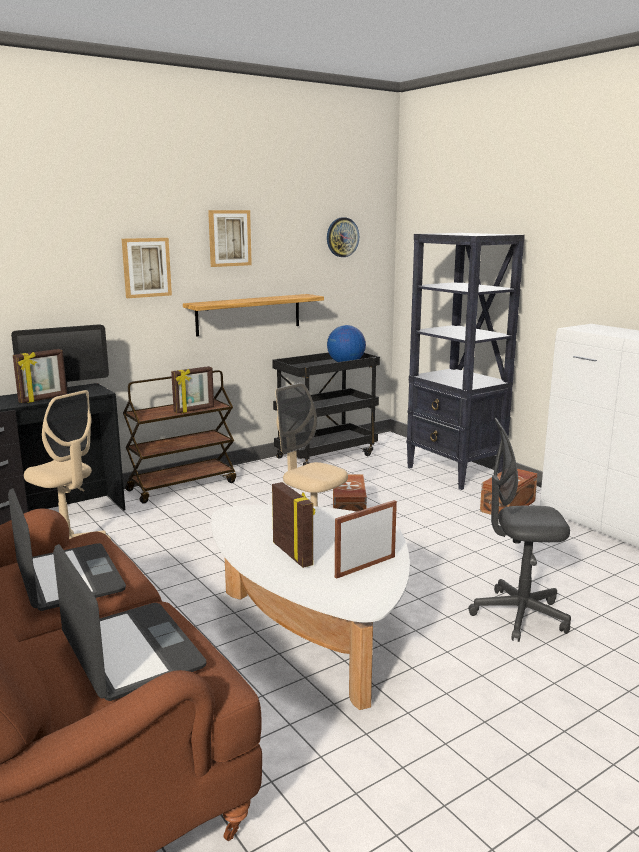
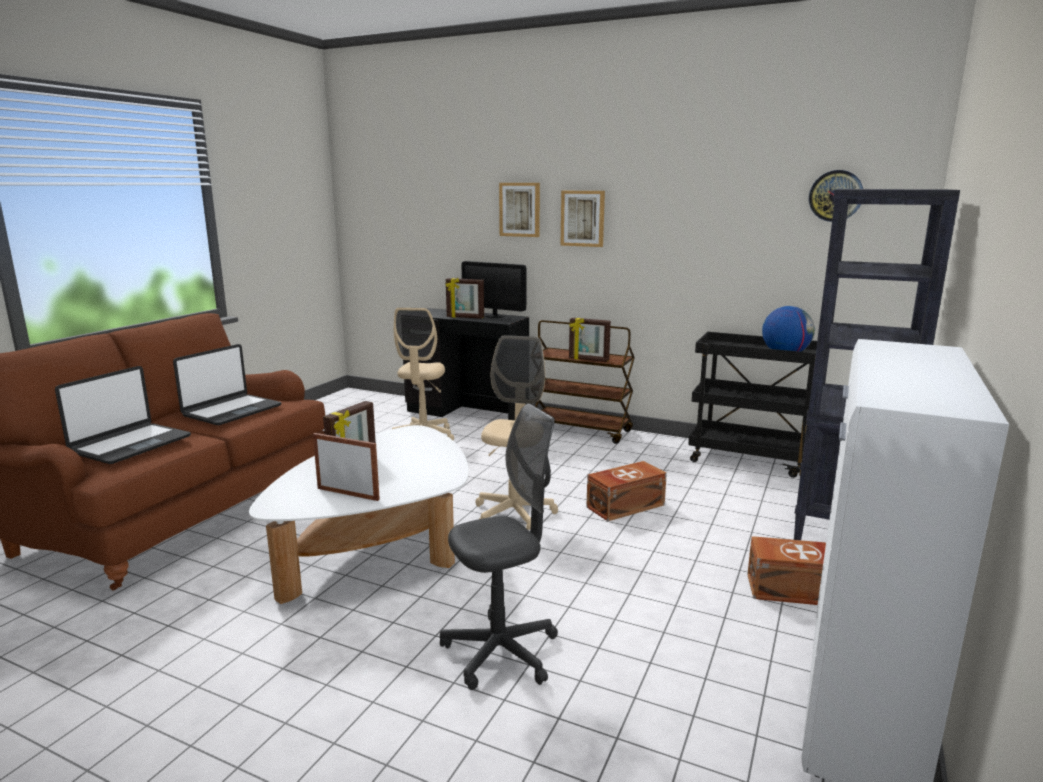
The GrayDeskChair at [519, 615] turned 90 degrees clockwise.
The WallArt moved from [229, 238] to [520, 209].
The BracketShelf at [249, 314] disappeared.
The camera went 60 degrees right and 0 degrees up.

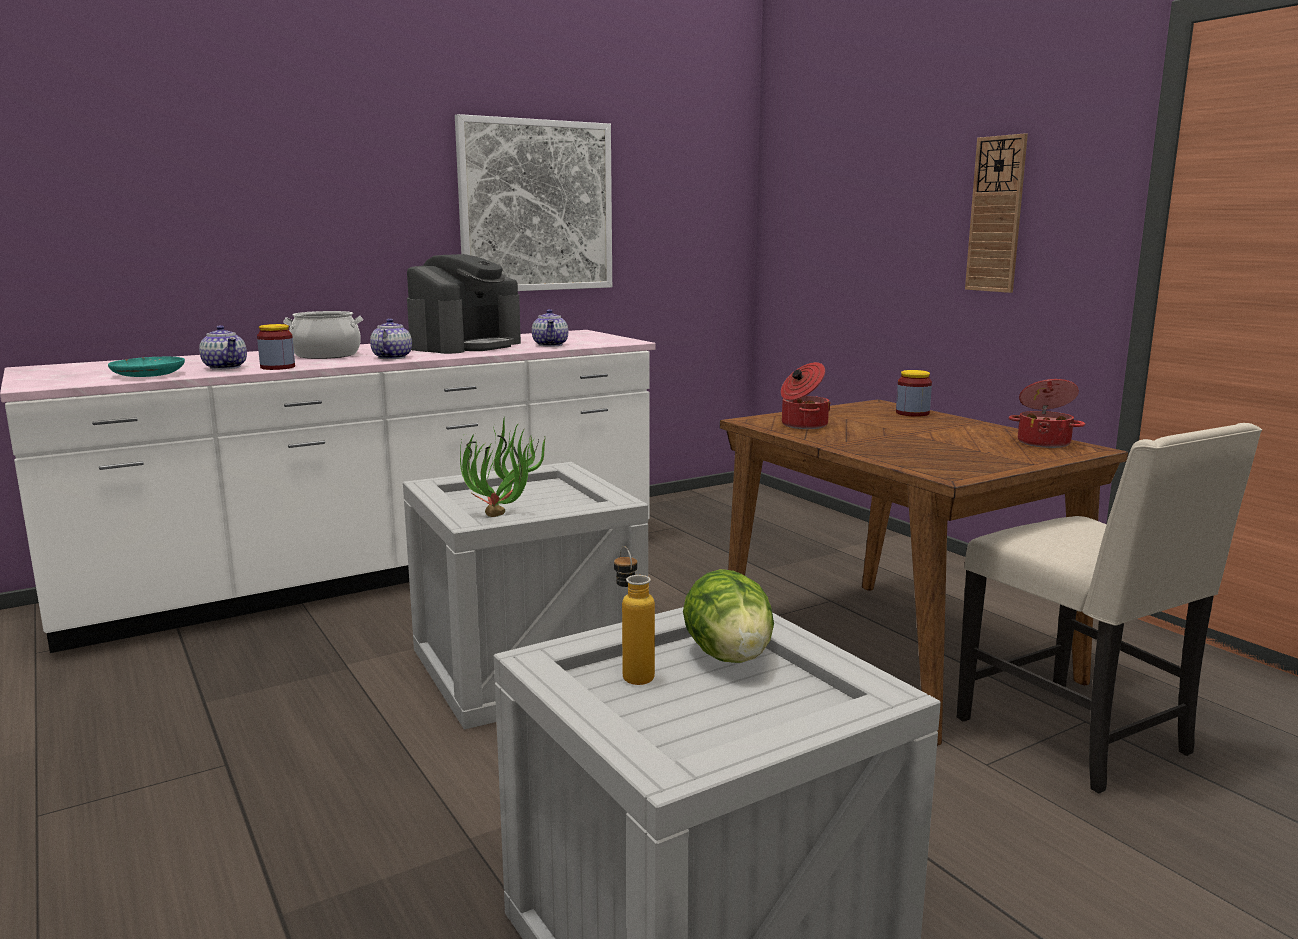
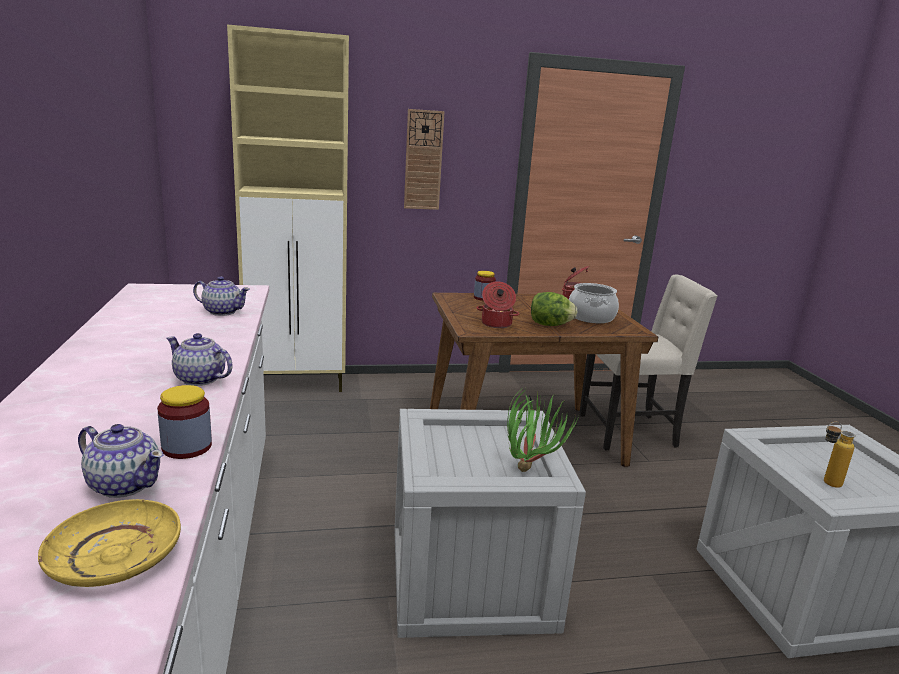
The TurquoiseDinnerPlate at [148, 375] became the YellowColouredDinnerPlate at [116, 556].
The TeaPot at [225, 367] turned 45 degrees clockwise.
The BeigeStorageCabinet at [297, 385] appeared.
The HeadOfLettuce moved from [729, 657] to [550, 325].
The Stockpot moved from [326, 355] to [591, 317].
The CoffeeBrewer at [466, 346] disappeared.
The WallArt at [536, 206] disappeared.
The camera went 70 degrees left and 5 degrees up.

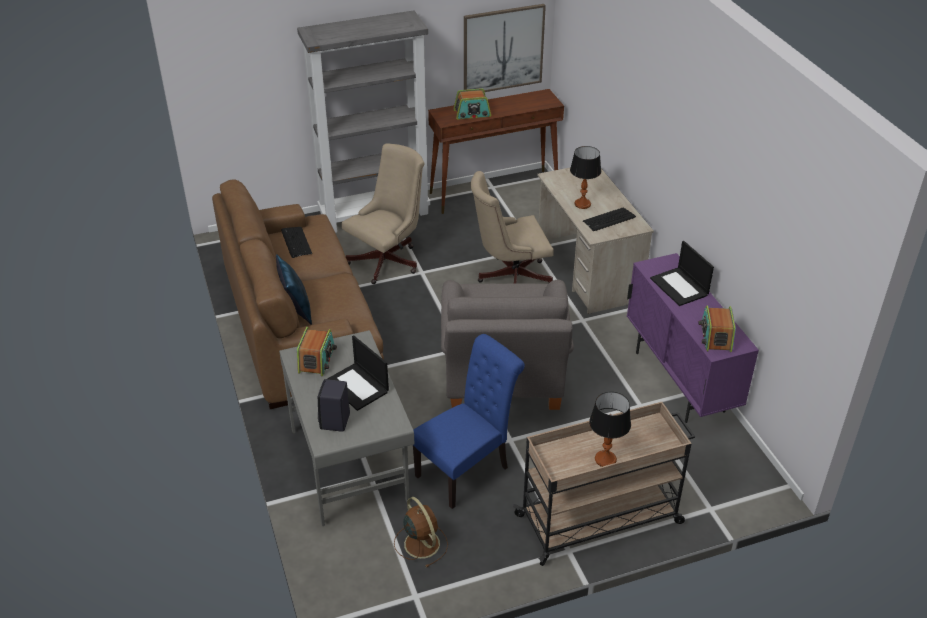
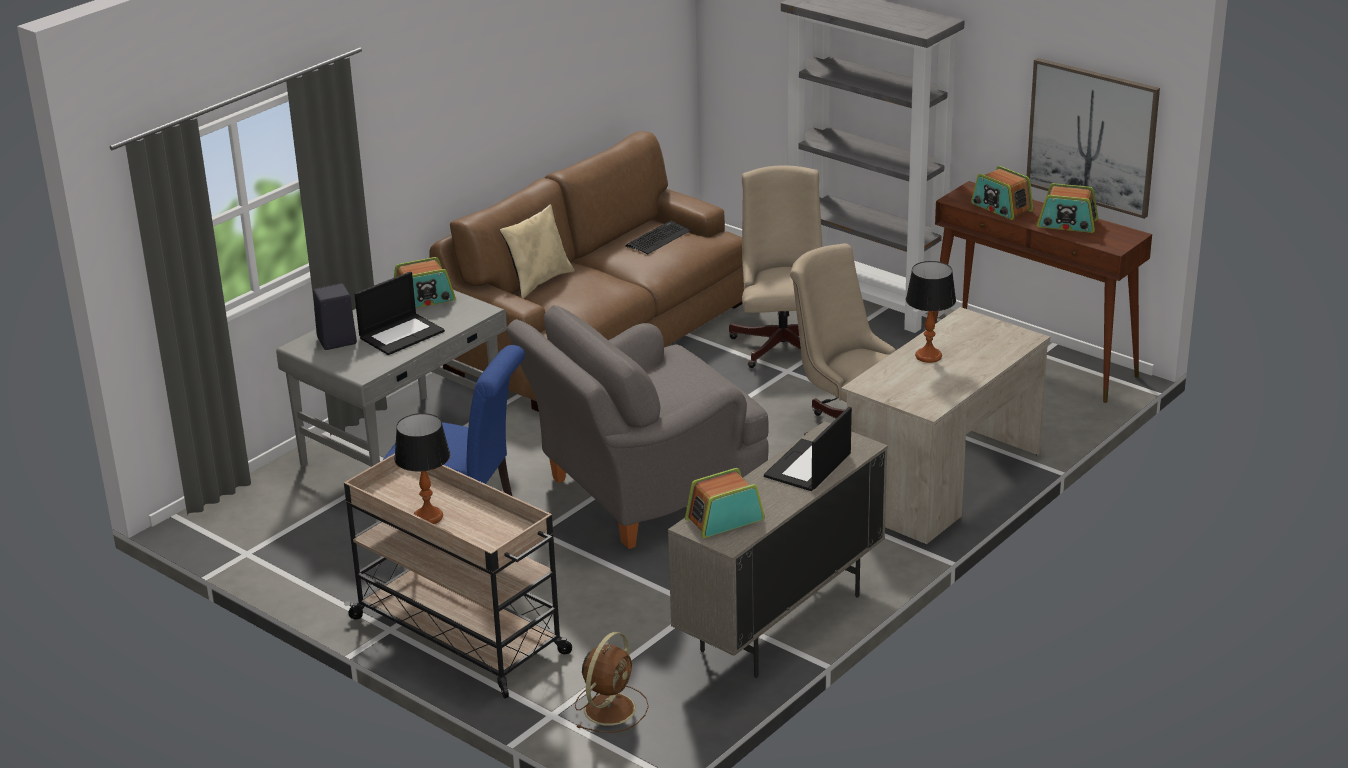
The Laptop at [357, 387] turned 150 degrees counterclockwise.
The BlueCushion at [296, 309] became the BeigeCushion at [539, 281].
The BrownCoolingFan moved from [421, 542] to [611, 707].
The PurplishStorageCabinet at [679, 382] became the BeigeStorageCabinet at [780, 624].
The BeigeDeskChair at [388, 260] turned 105 degrees counterclockwise.
The Radio at [1067, 224] appeared.
The Keyboard at [609, 220] disappeared.
The camera went 60 degrees right and 10 degrees down.

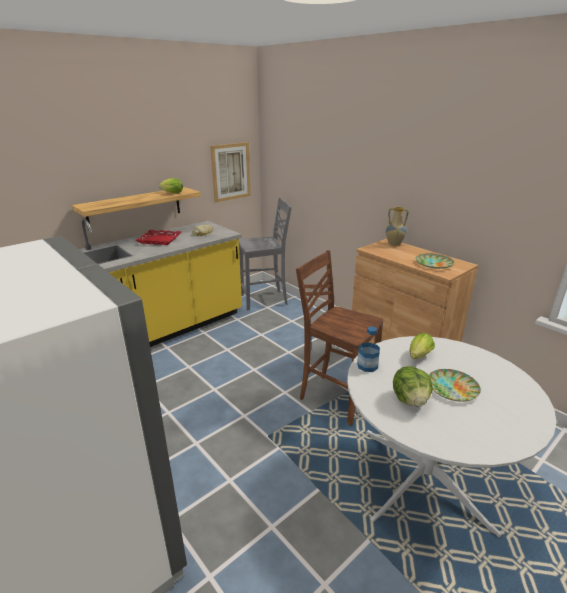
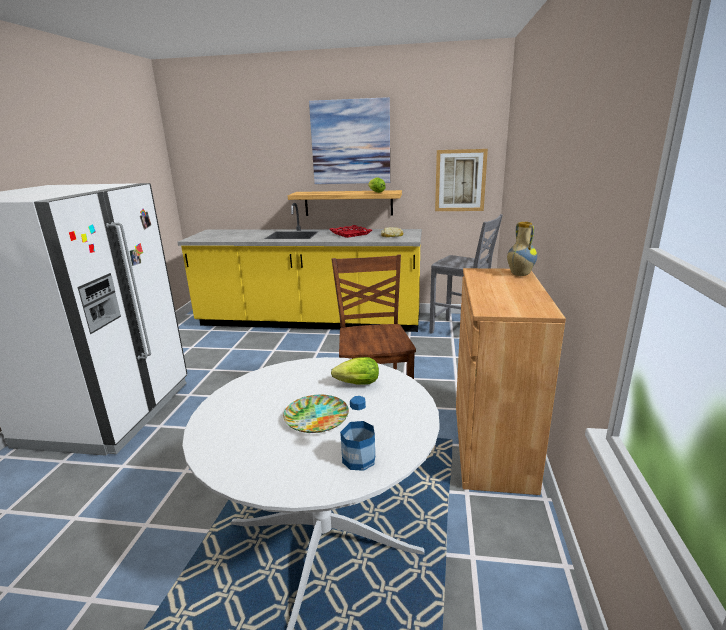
The WallArt at [350, 142] appeared.
The Bottle moved from [367, 365] to [359, 459].
The HeadOfLettuce at [410, 400] disappeared.
The DinnerPlate at [433, 263] disappeared.
The camera went 50 degrees right and 5 degrees down.

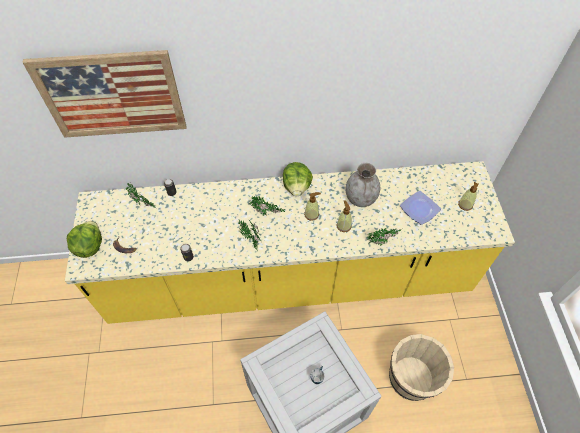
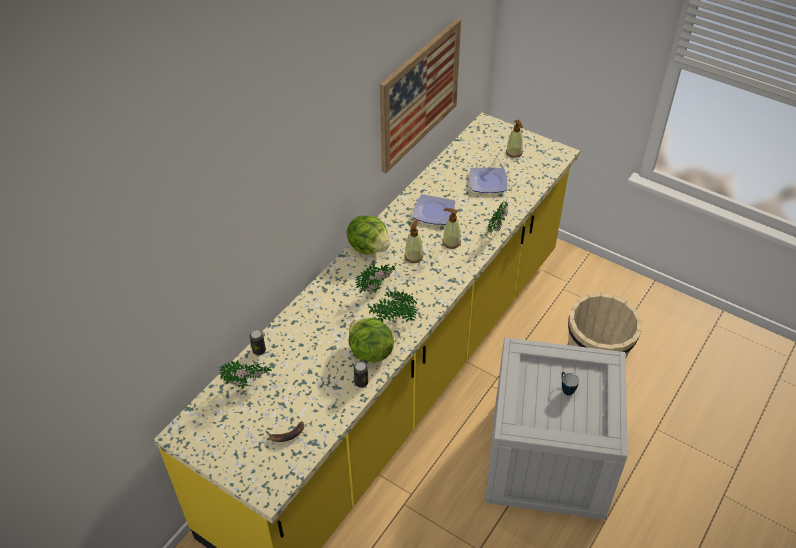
The HeadOfLettuce moved from [89, 246] to [370, 352].
The WallArt moved from [112, 95] to [419, 95].
The GrayDecorativeVase at [361, 199] was replaced by the DinnerPlate at [434, 212].
The camera went 50 degrees left and 10 degrees down.

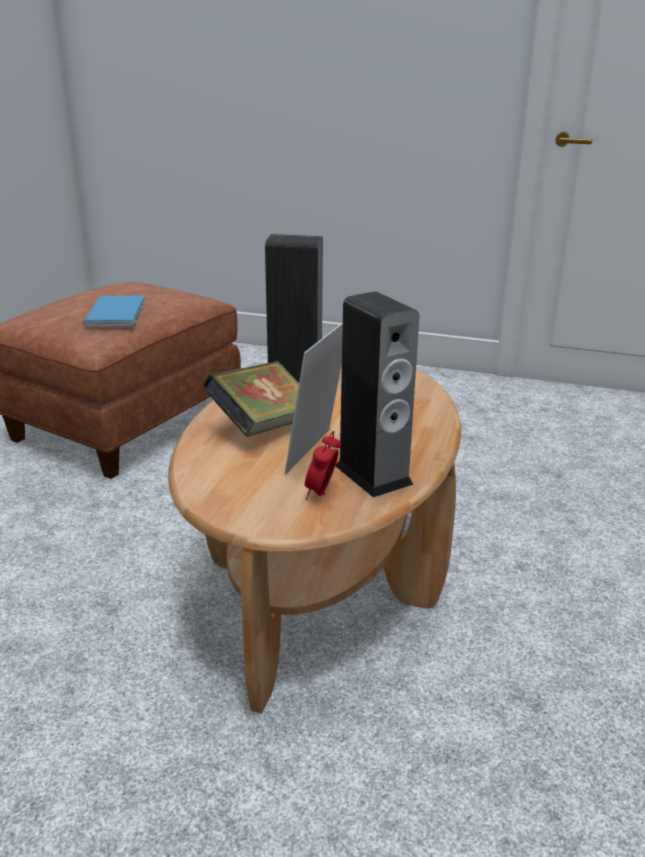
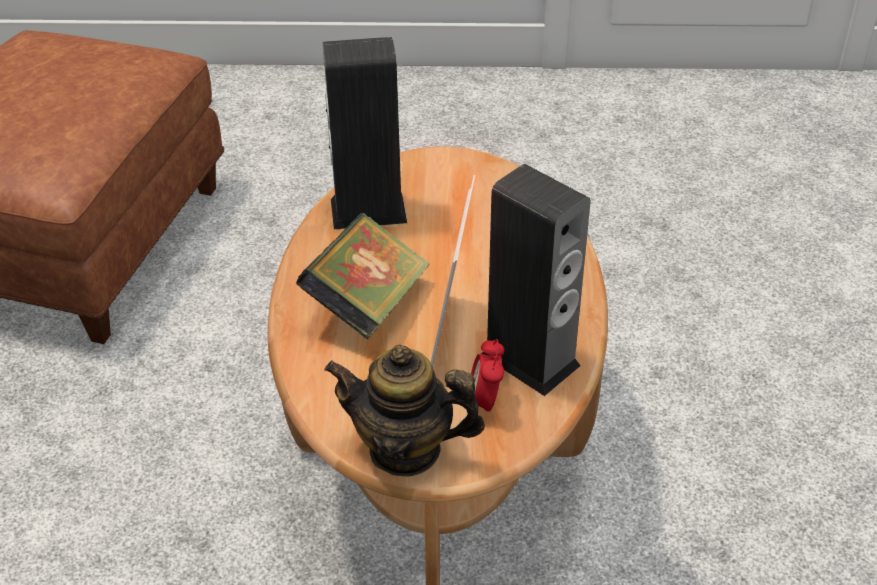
The TeaPot at [405, 449] appeared.
The BlueBook at [118, 312] disappeared.
The camera went 15 degrees left and 15 degrees up.

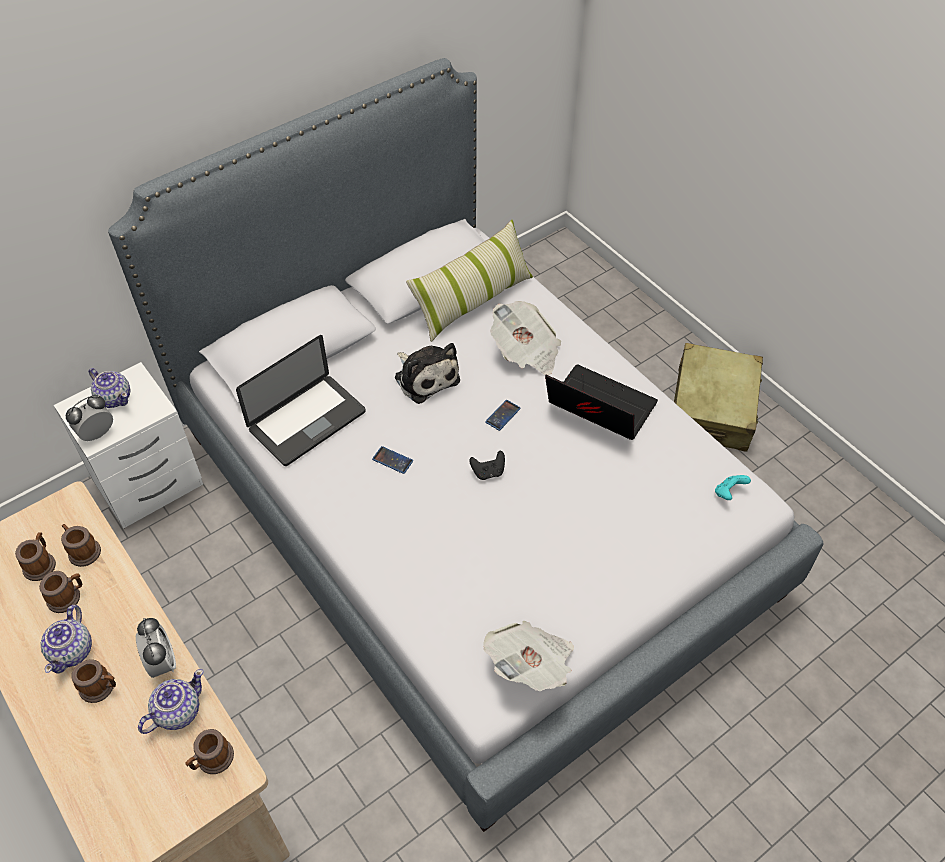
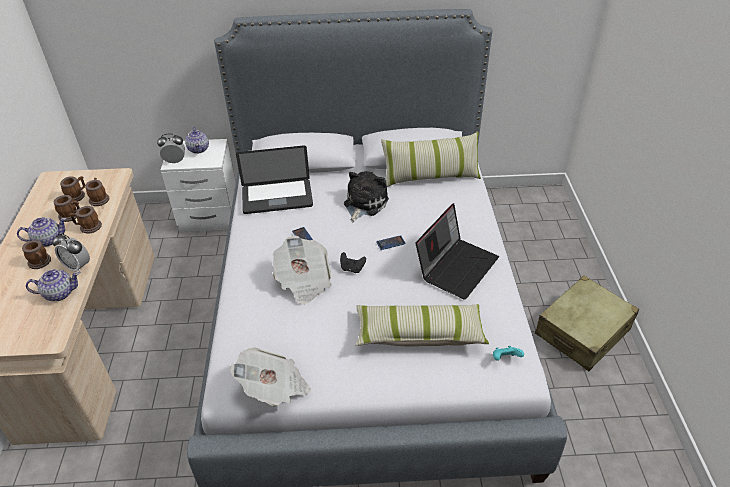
The TeaPot at [72, 650] turned 150 degrees counterclockwise.
The TableClock at [162, 662] turned 105 degrees clockwise.
The Mug moved from [212, 760] to [88, 227].
The Newspaper moved from [526, 351] to [303, 281].
The PlushToy at [425, 377] turned 150 degrees counterclockwise.
The Cushion at [419, 334] appeared.
The Laptop at [597, 408] turned 60 degrees clockwise.
The camera went 35 degrees right and 10 degrees down.

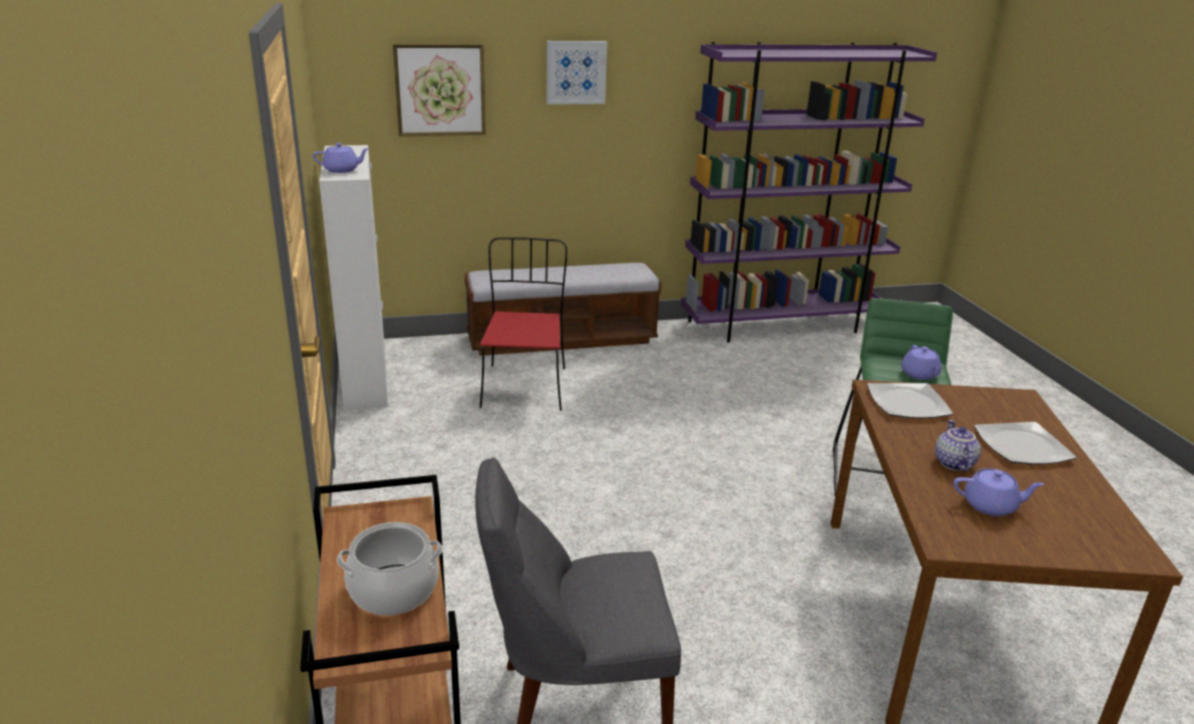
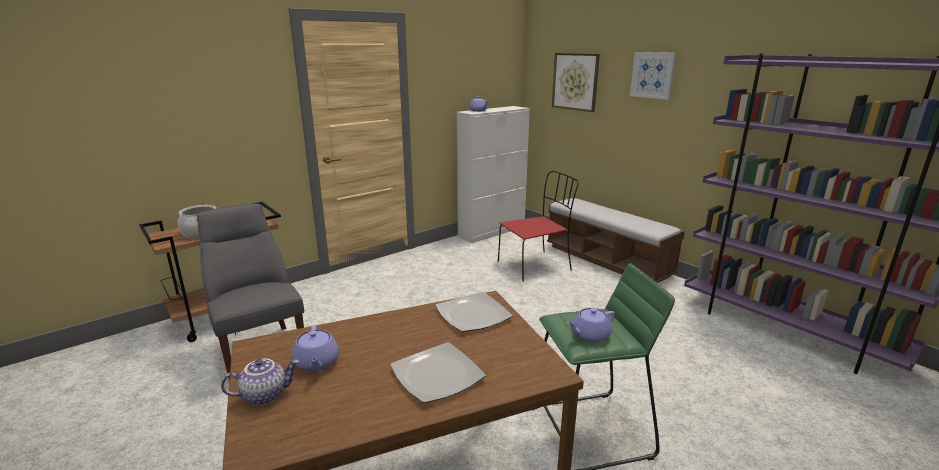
The TeaPot moved from [952, 463] to [265, 394].
The camera went 65 degrees right and 5 degrees down.

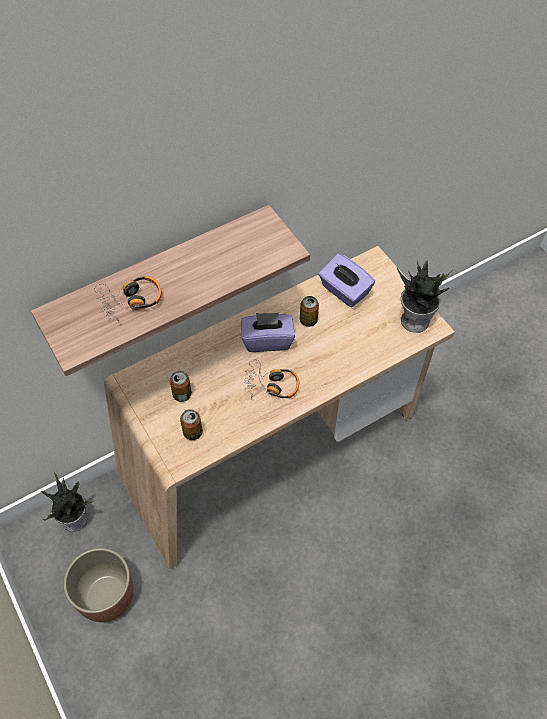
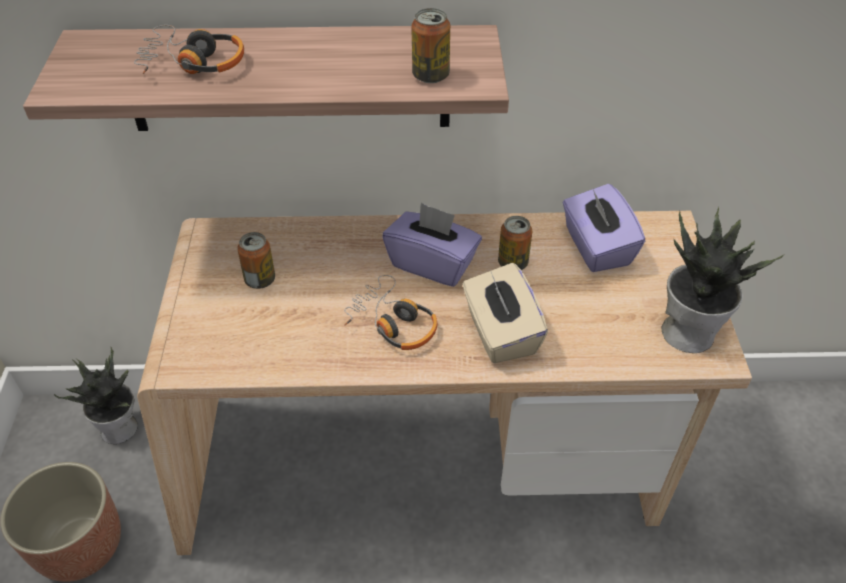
The SealedCan moved from [192, 432] to [430, 75].
The BeigeBoxOfTissues at [500, 333] appeared.
The camera went 30 degrees right and 10 degrees down.

